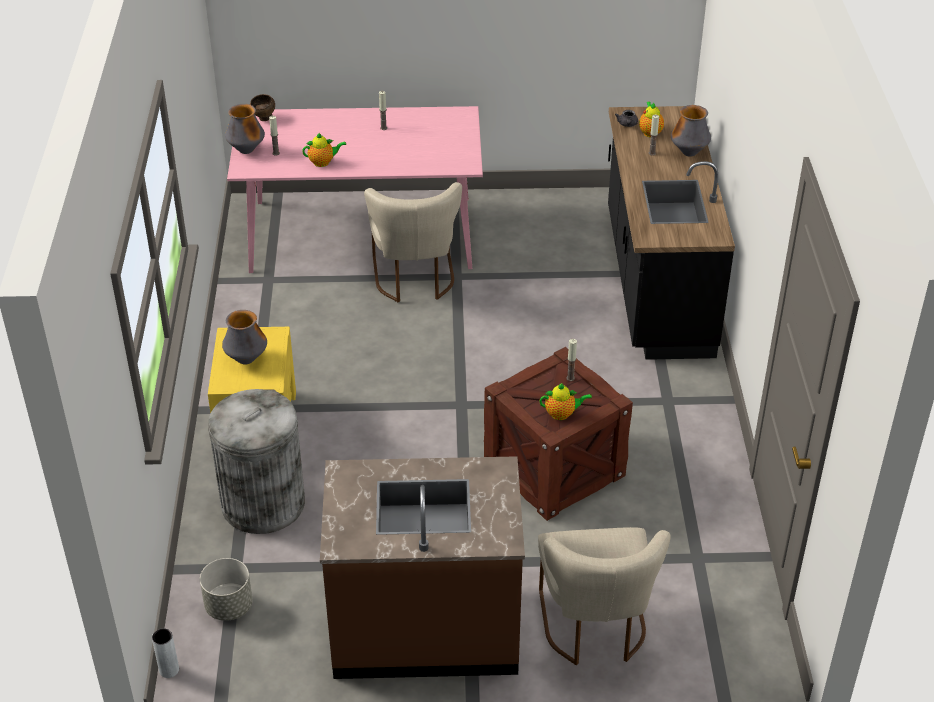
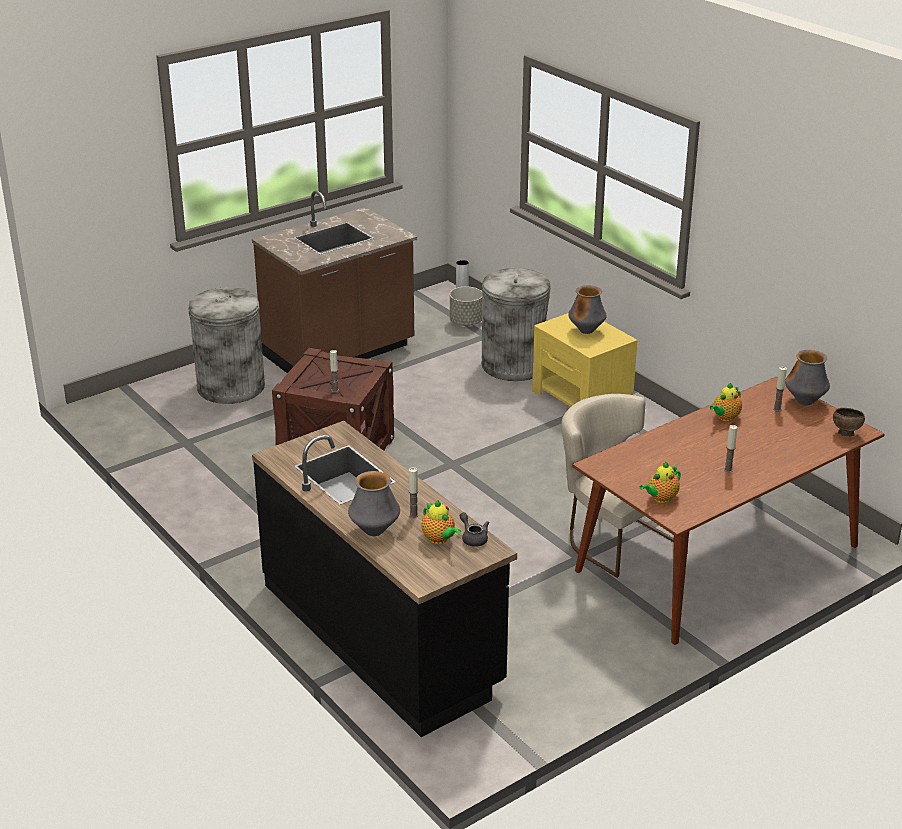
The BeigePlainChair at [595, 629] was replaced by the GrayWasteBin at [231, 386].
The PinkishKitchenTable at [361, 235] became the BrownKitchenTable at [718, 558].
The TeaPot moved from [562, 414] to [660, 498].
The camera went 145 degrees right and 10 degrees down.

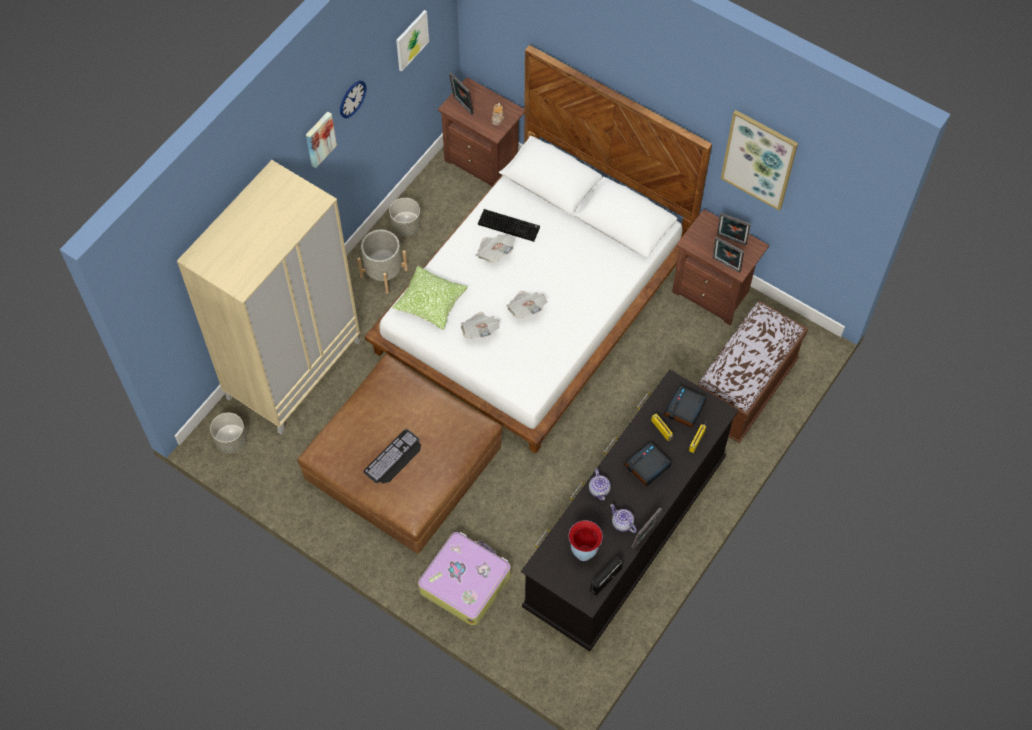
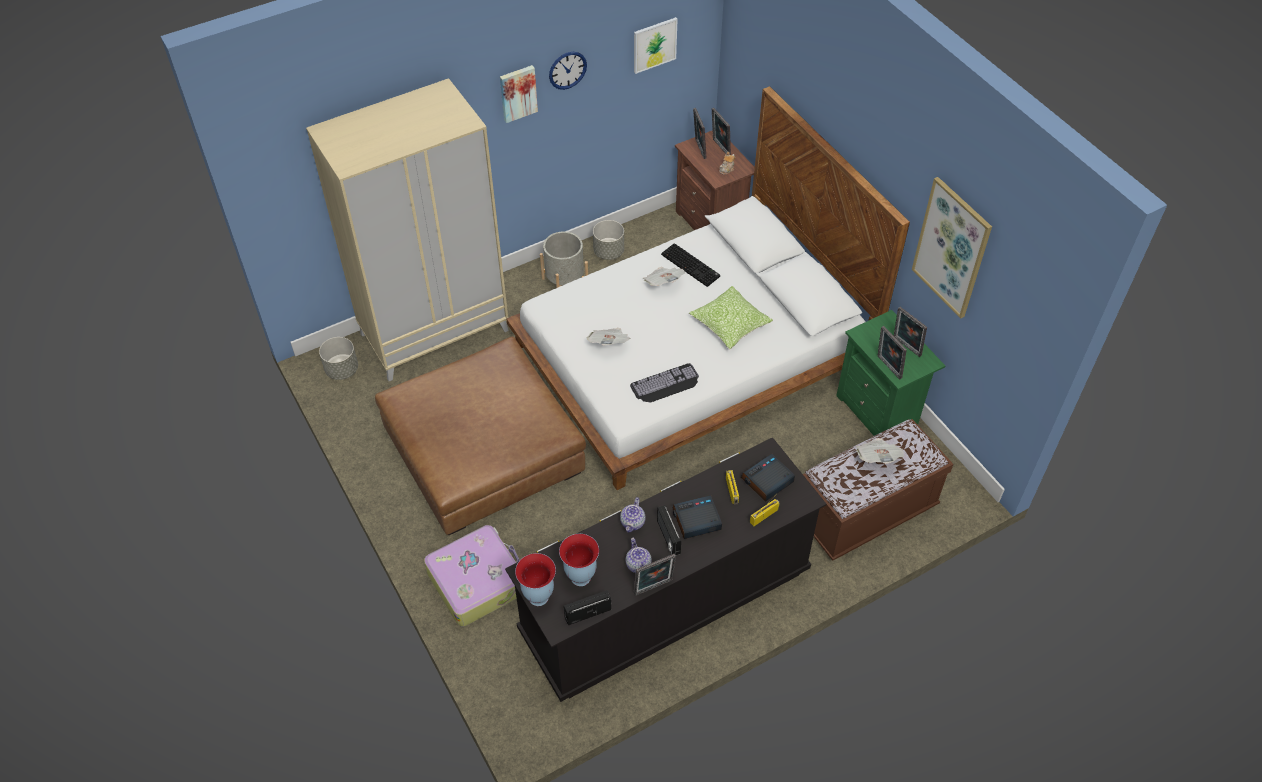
The DecorativeVase at [538, 597] appeared.
The Keyboard moved from [394, 459] to [665, 385].
The Radio at [667, 537] appeared.
The Cushion moved from [430, 302] to [730, 324].
The StandingFrame at [720, 148] appeared.
The BrownNightstand at [713, 292] became the GreenNightstand at [879, 411].
The Newspaper moved from [526, 309] to [877, 458].
The camera went 25 degrees right and 10 degrees down.

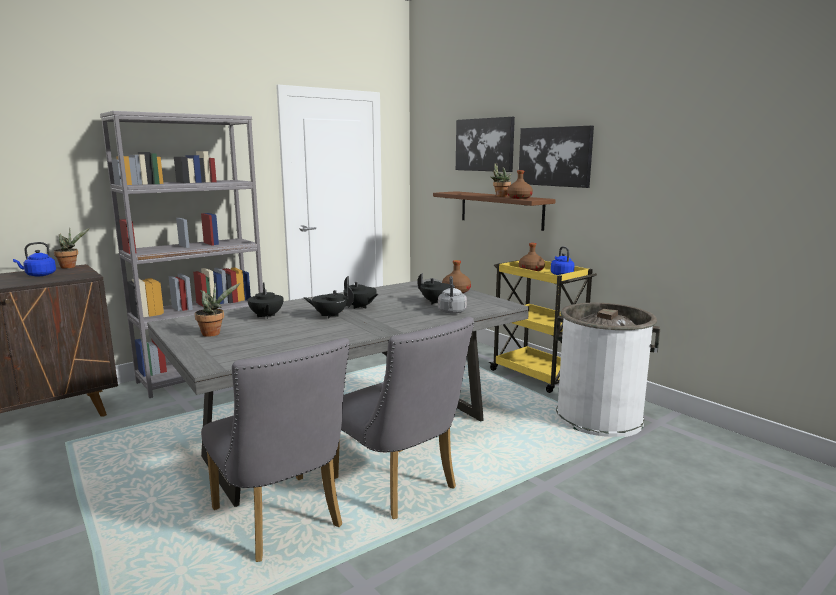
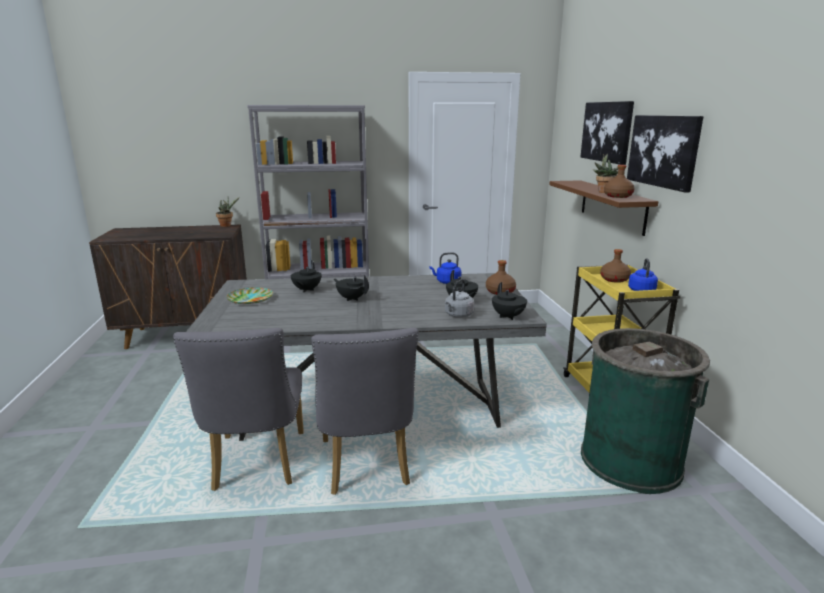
The PlantInAPot at [214, 333] was replaced by the DinnerPlate at [250, 299].
The BlueKettle moved from [39, 275] to [447, 282].
The BlackColouredTeaPot moved from [360, 307] to [508, 317].
The WhitishWasteBin at [599, 417] became the GreenWasteBin at [630, 461].
The camera went 30 degrees right and 5 degrees up.

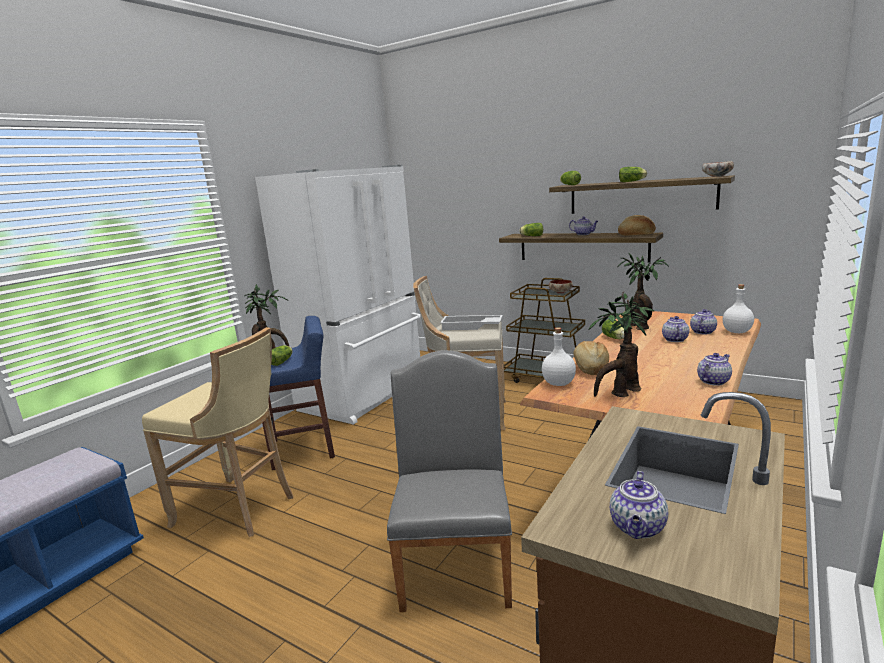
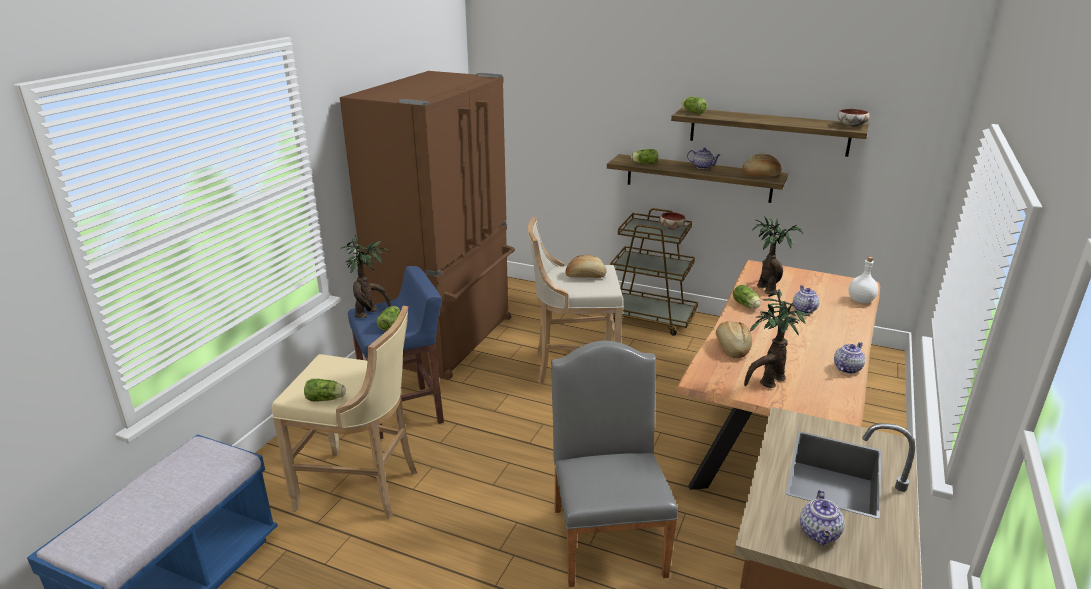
The HeadOfLettuce moved from [632, 181] to [326, 399].
The WhitishKitchenFridge at [366, 395] became the BrownKitchenFridge at [449, 339].
The WhitishCarryingTray at [471, 326] was replaced by the BakedBread at [585, 276].
The WhitishBottle at [558, 383] disappeared.
The TeaPot at [702, 332] disappeared.
The camera went 10 degrees left and 10 degrees up.

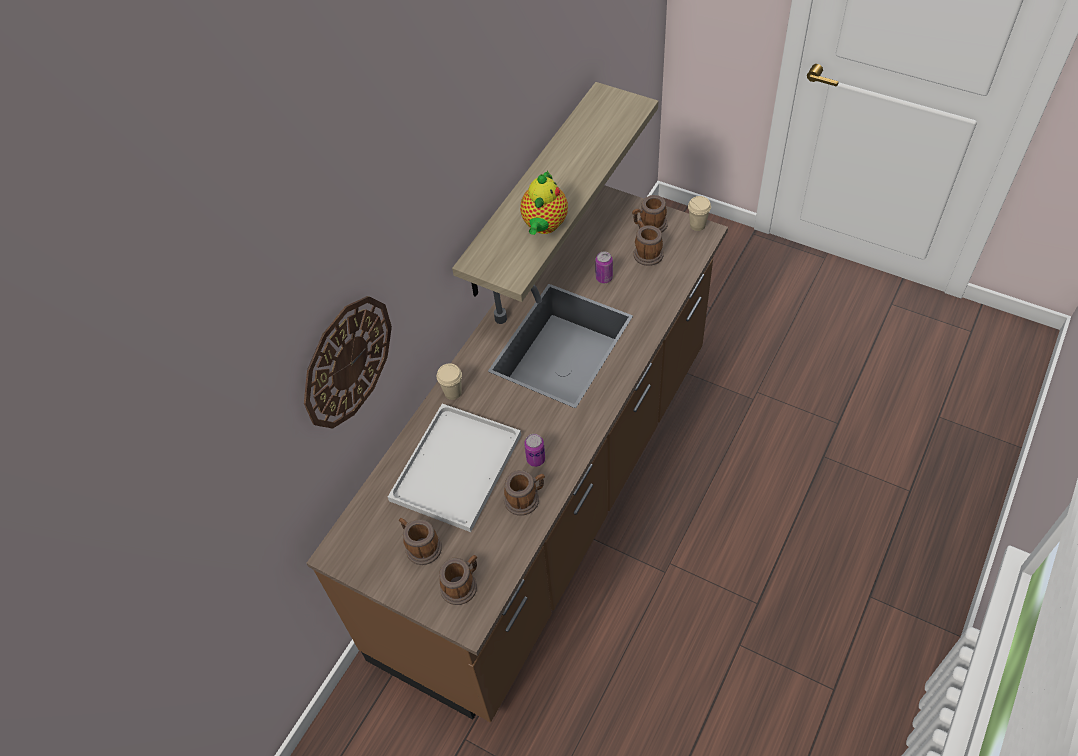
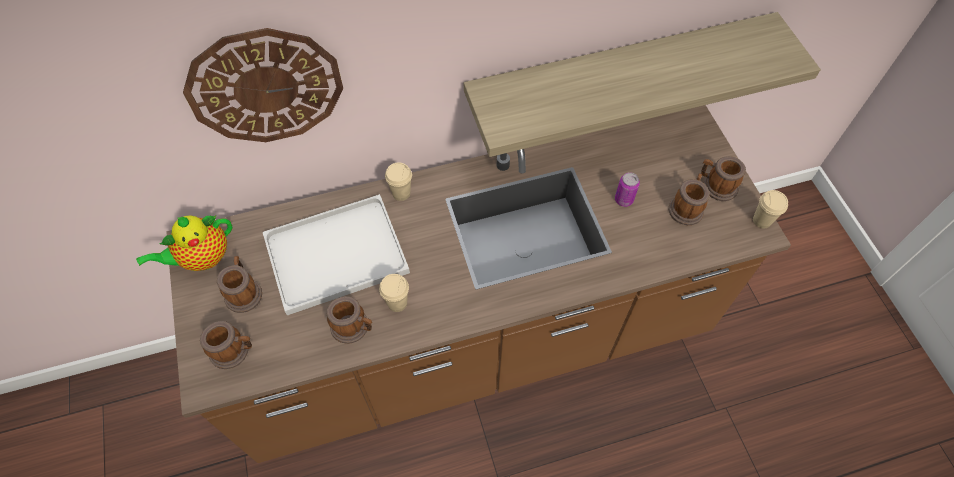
The TeaPot moved from [544, 226] to [202, 258].
The SealedCan at [535, 459] was replaced by the BeigeDrinkingCup at [397, 303].
The camera went 40 degrees right and 5 degrees up.

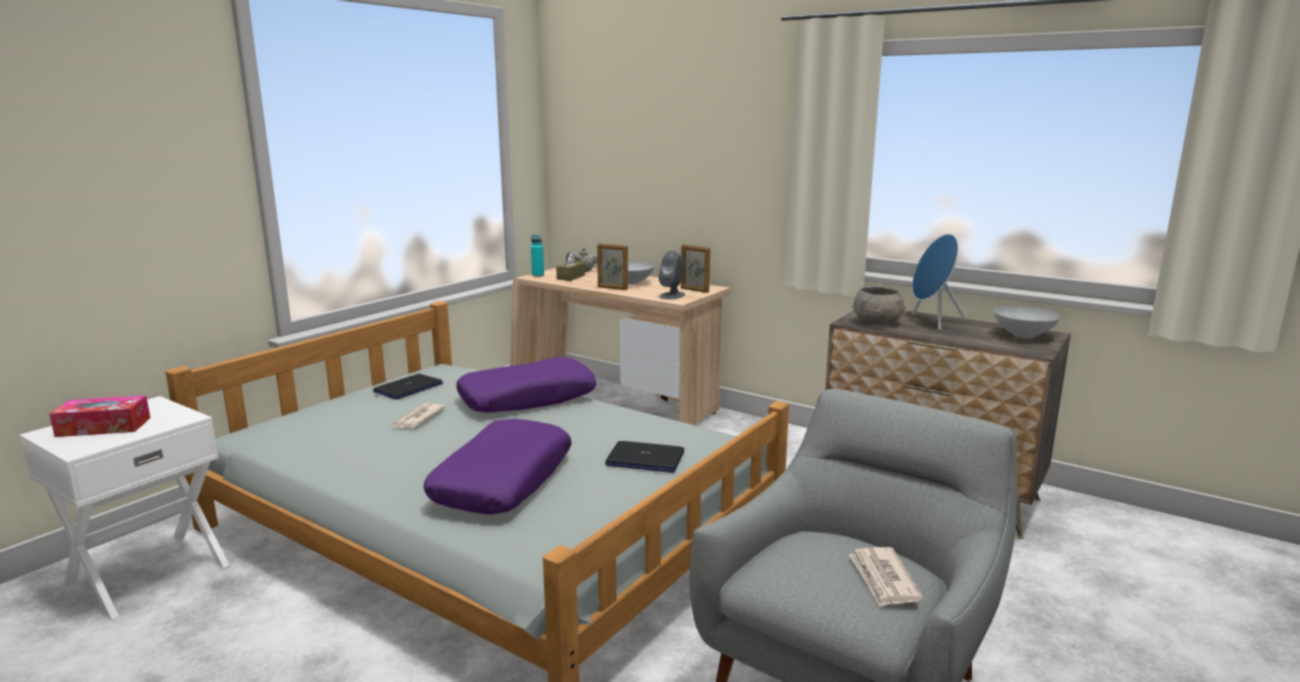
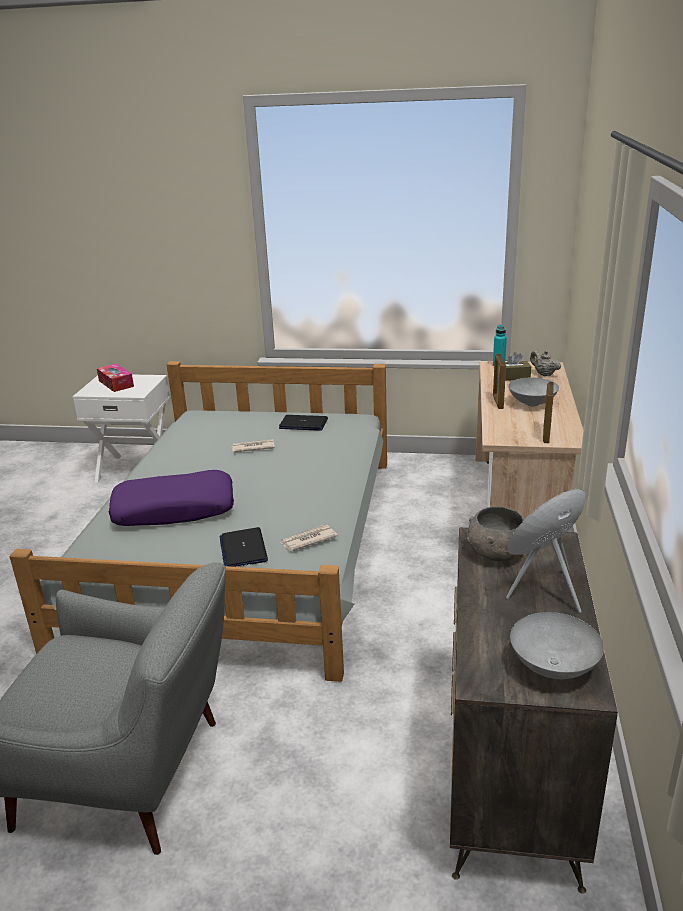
The Newspaper moved from [883, 579] to [307, 540].
The PurplishCushion at [527, 398] disappeared.
The GrayLoudspeaker at [672, 296] disappeared.
The camera went 65 degrees right and 10 degrees up.

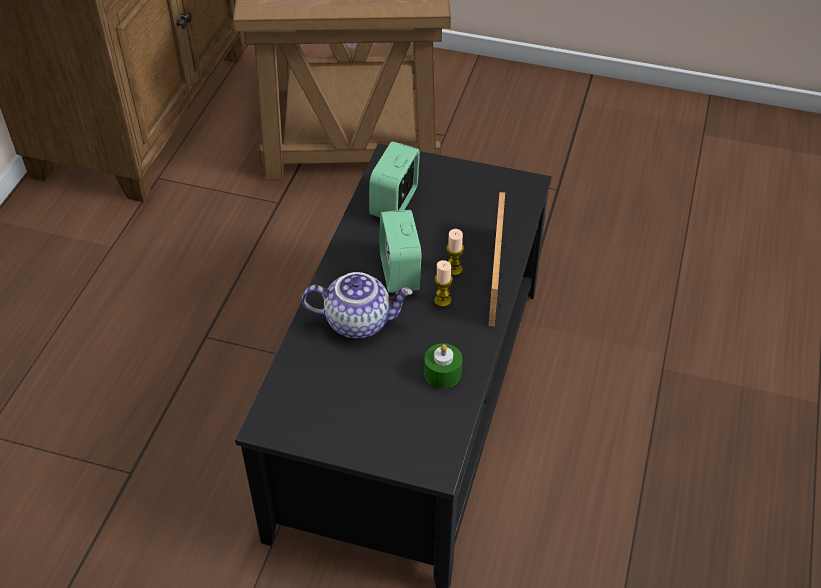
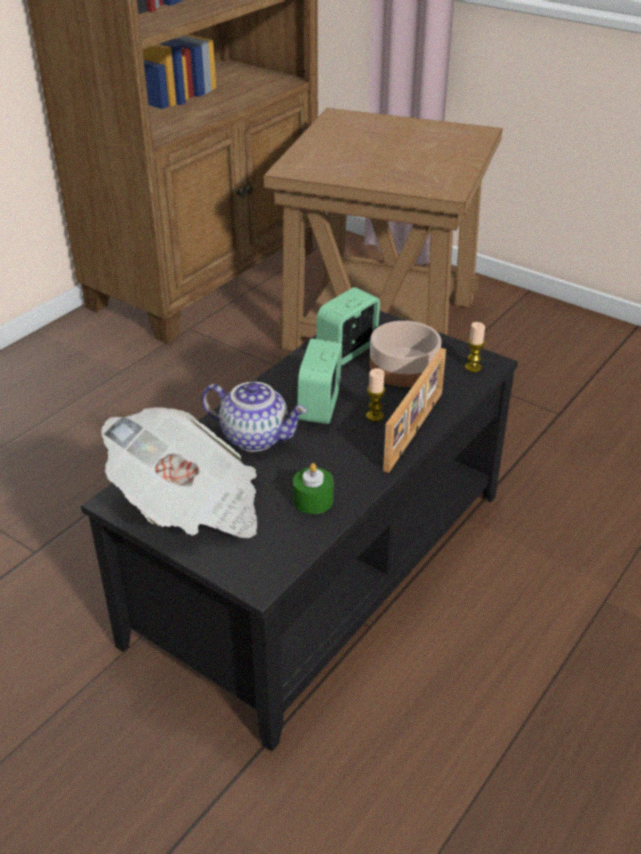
The Newspaper at [190, 506] appeared.
The ServingBowl at [402, 367] appeared.
The WaxLight moved from [442, 300] to [473, 367].
The camera went 20 degrees right and 10 degrees down.

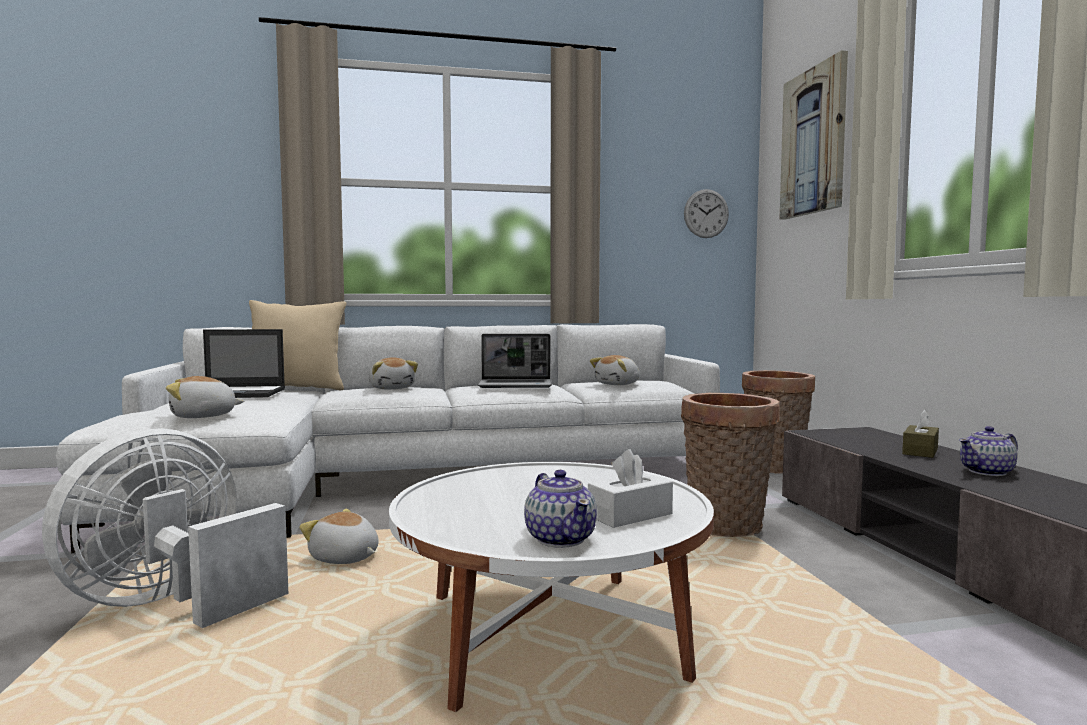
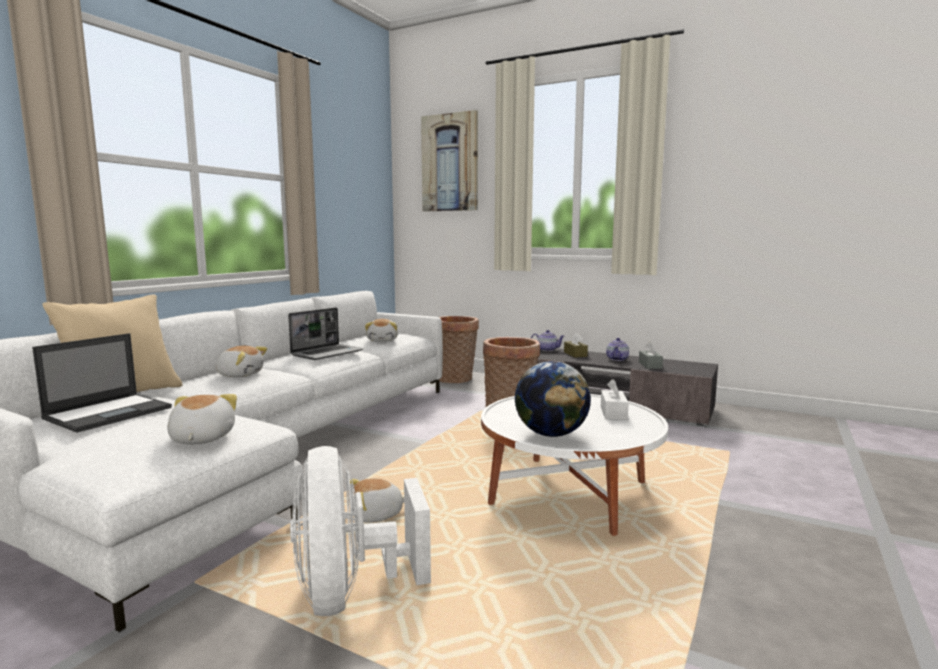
The PlushToy at [203, 416] turned 150 degrees clockwise.
The Globe at [551, 434] appeared.
The TeaPot moved from [560, 538] to [547, 349].
The GrayBoxOfTissues at [650, 365] appeared.
The WallClock at [706, 213] disappeared.
The camera went 50 degrees left and 5 degrees up.

